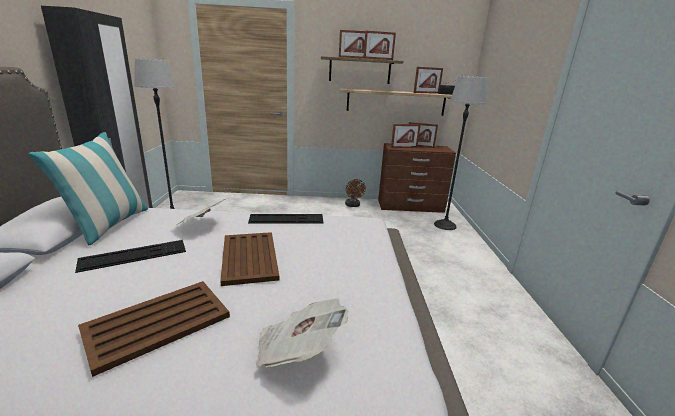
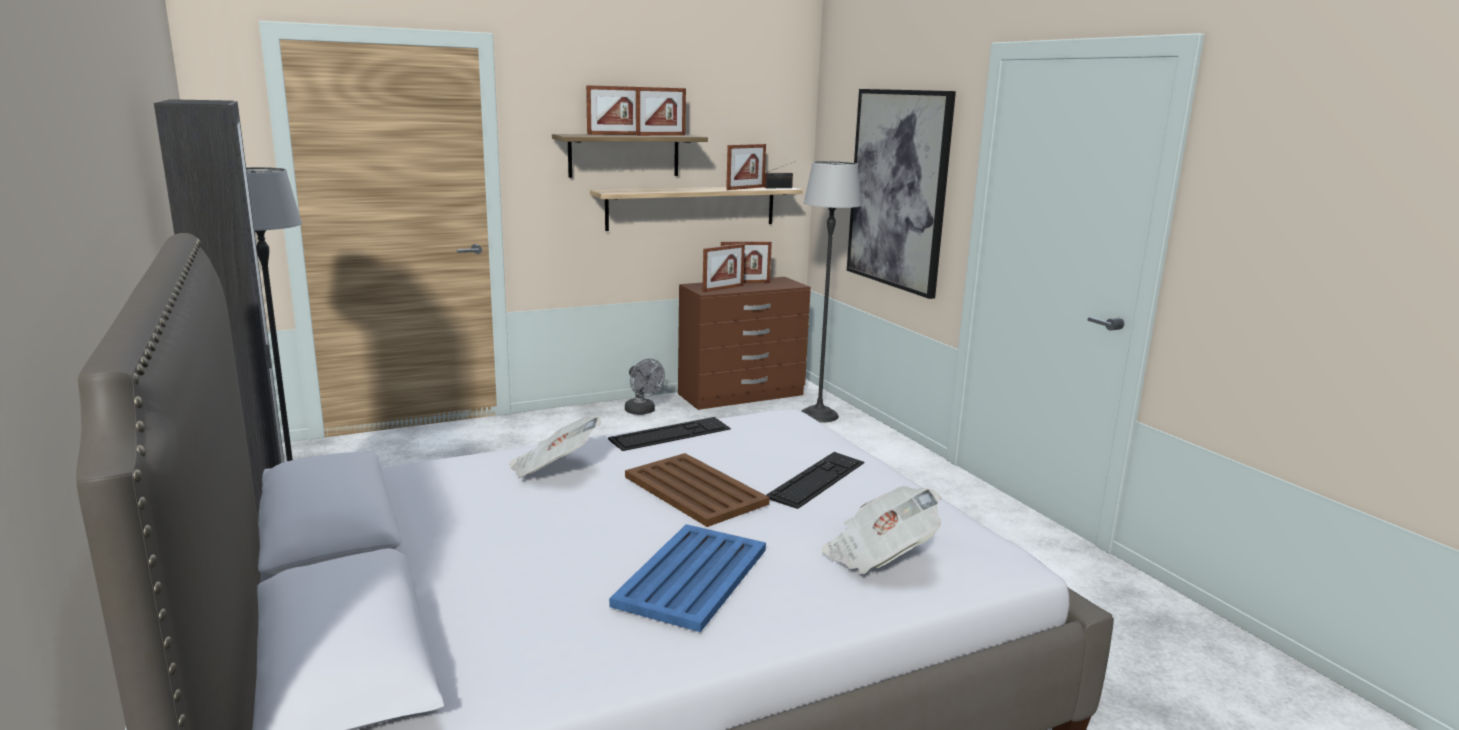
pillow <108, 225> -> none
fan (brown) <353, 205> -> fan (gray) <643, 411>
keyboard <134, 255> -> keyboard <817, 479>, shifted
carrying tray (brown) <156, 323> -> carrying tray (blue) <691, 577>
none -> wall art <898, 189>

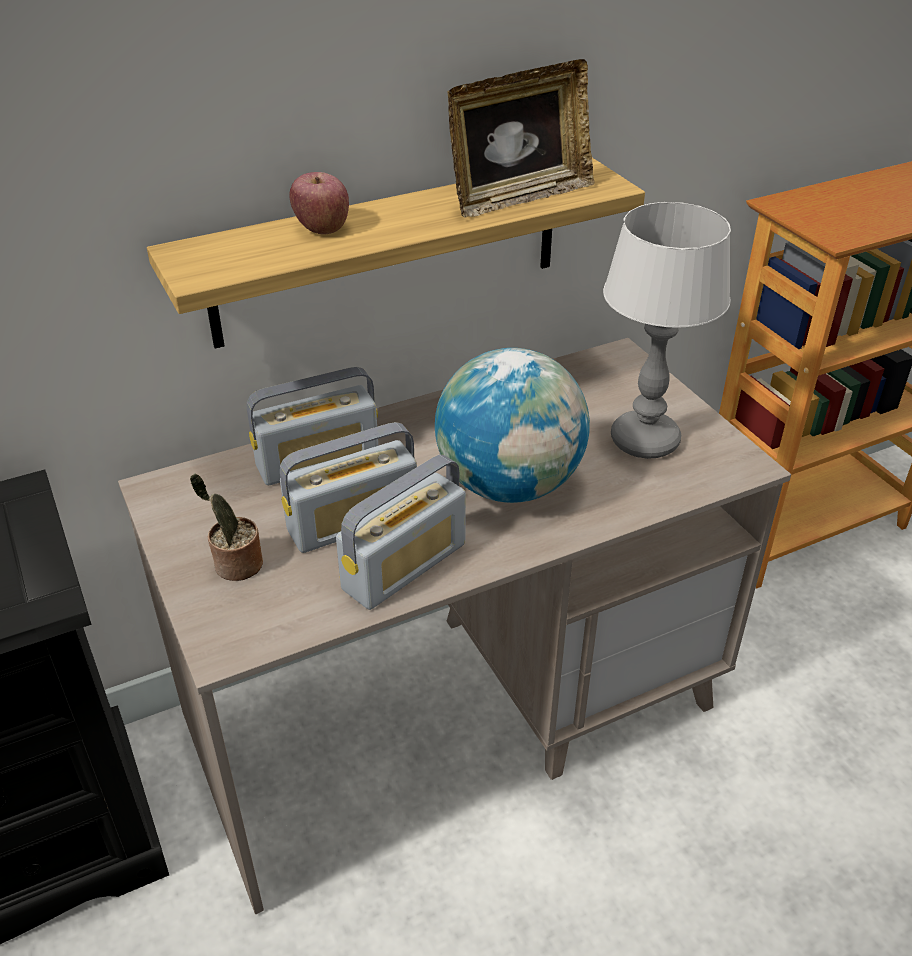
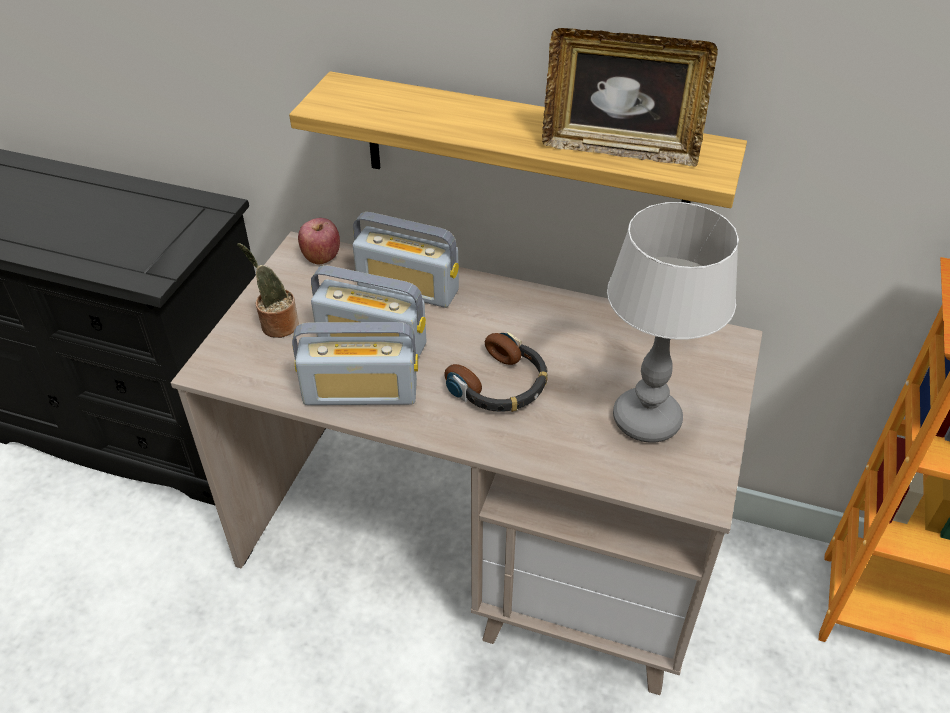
apple <322, 228> -> apple <321, 256>, shifted
world globe <509, 485> -> pair of headphones <500, 385>

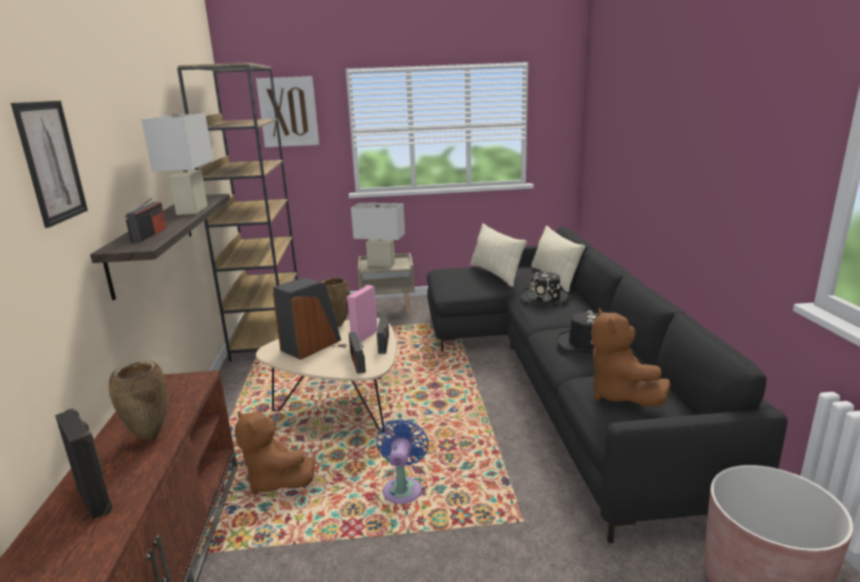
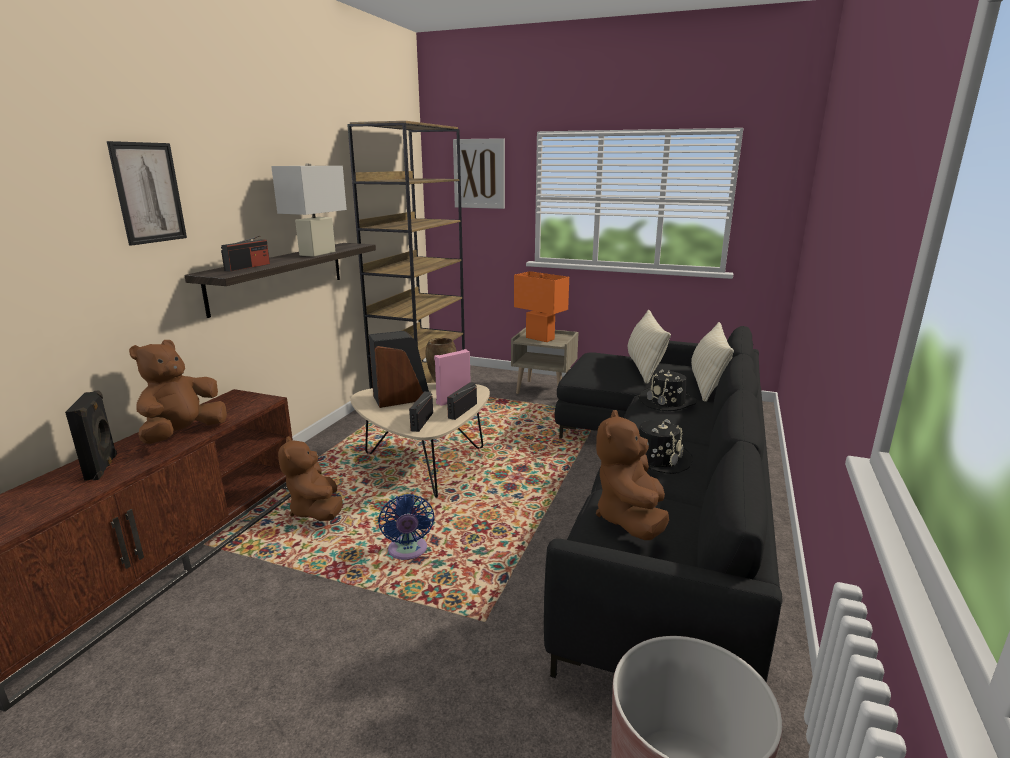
lamp for a table (whitish) <381, 264> -> lamp for a table (orange) <540, 338>
flower vase (brown) <150, 436> -> cuddly toy (brown) <183, 434>
fan (blue) <403, 488> -> fan (blue) <408, 552>, 135 degrees clockwise

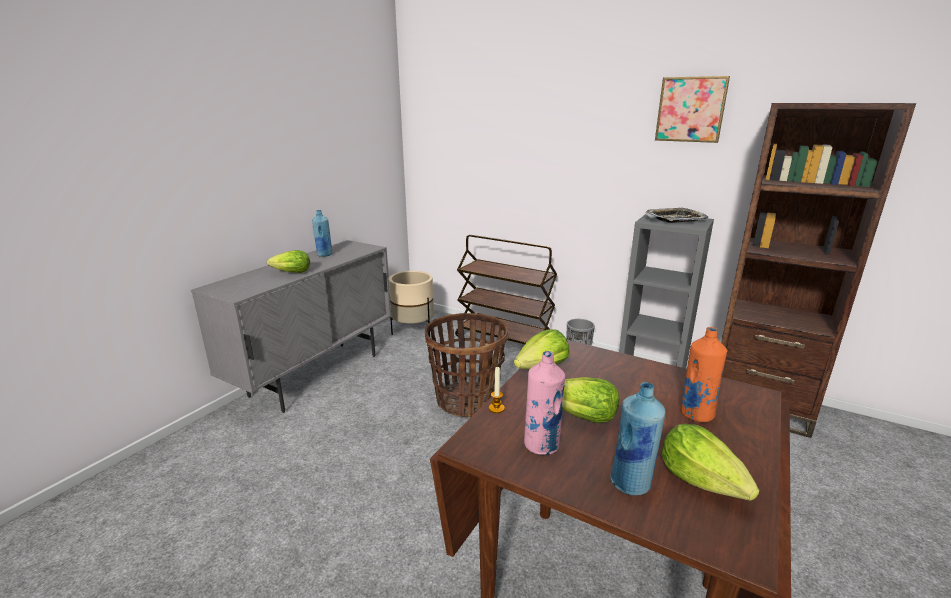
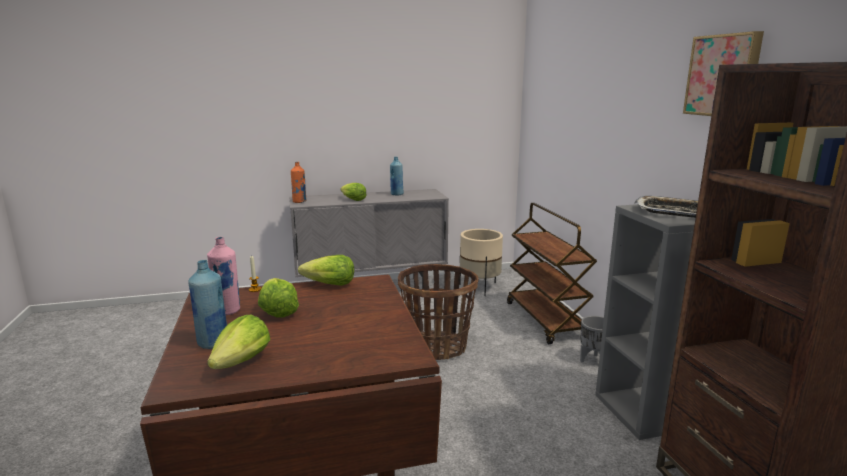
bottle (orange) <696, 414> -> bottle (orange) <299, 201>, shifted

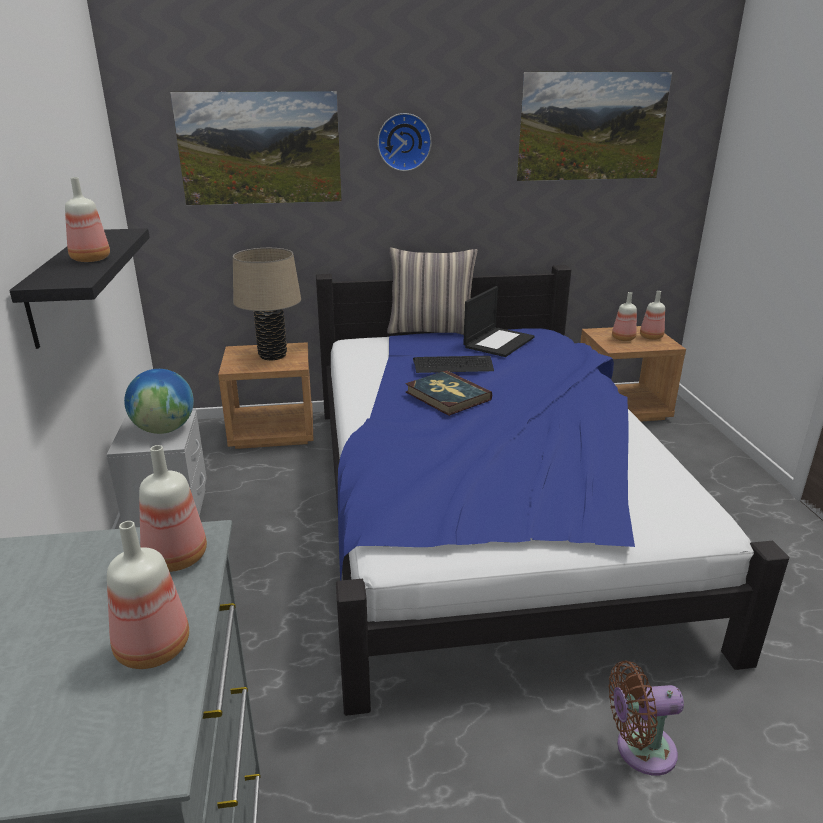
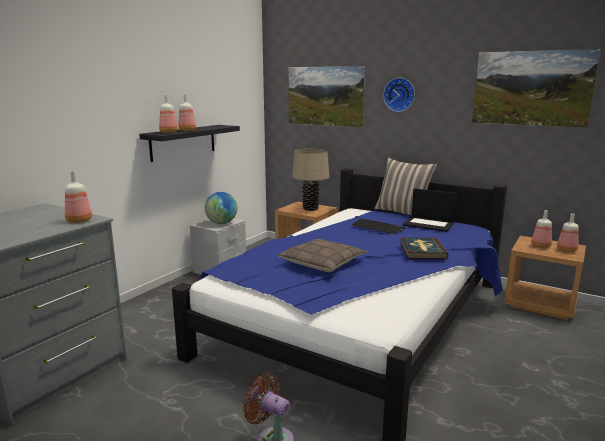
notebook computer <498, 342> -> notebook computer <429, 224>, 45 degrees clockwise
book <447, 396> -> book <422, 251>, shifted
bottle <154, 650> -> bottle <168, 132>, shifted
none -> pillow <323, 263>

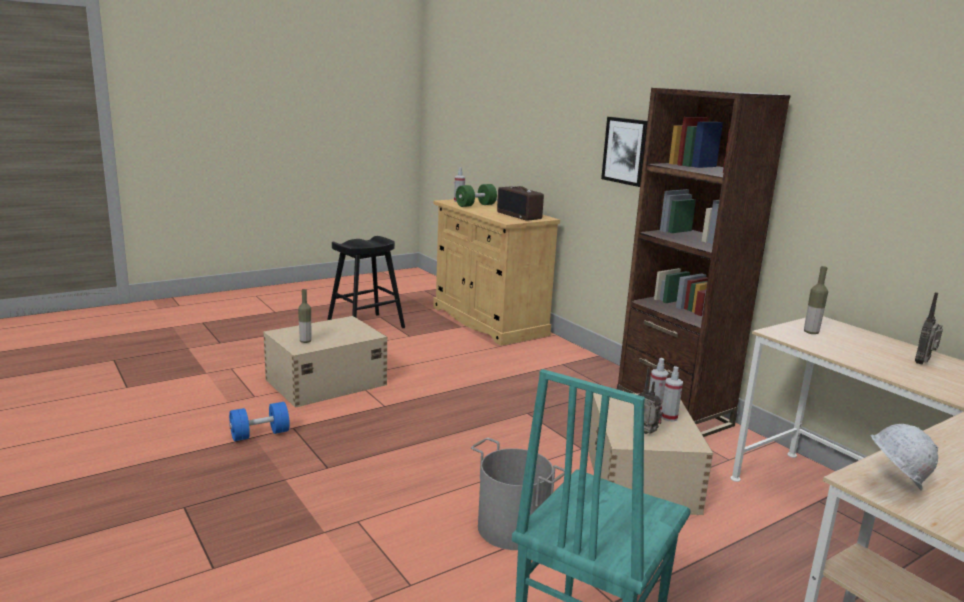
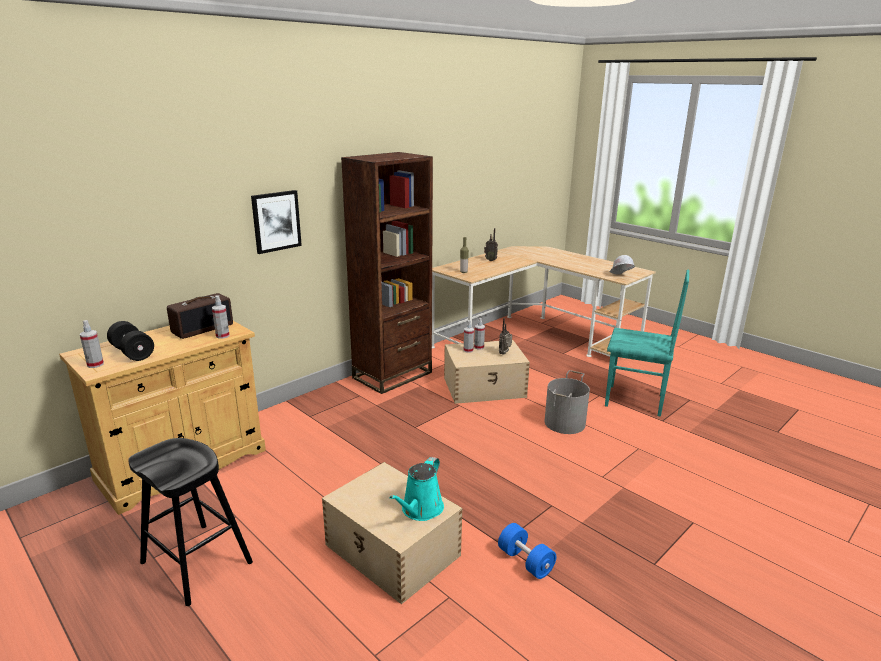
free weight (green-coloured) <475, 205> -> free weight (blackish) <132, 353>
bottle <305, 341> -> watering can (turquoise) <420, 510>
none -> spray bottle <222, 336>

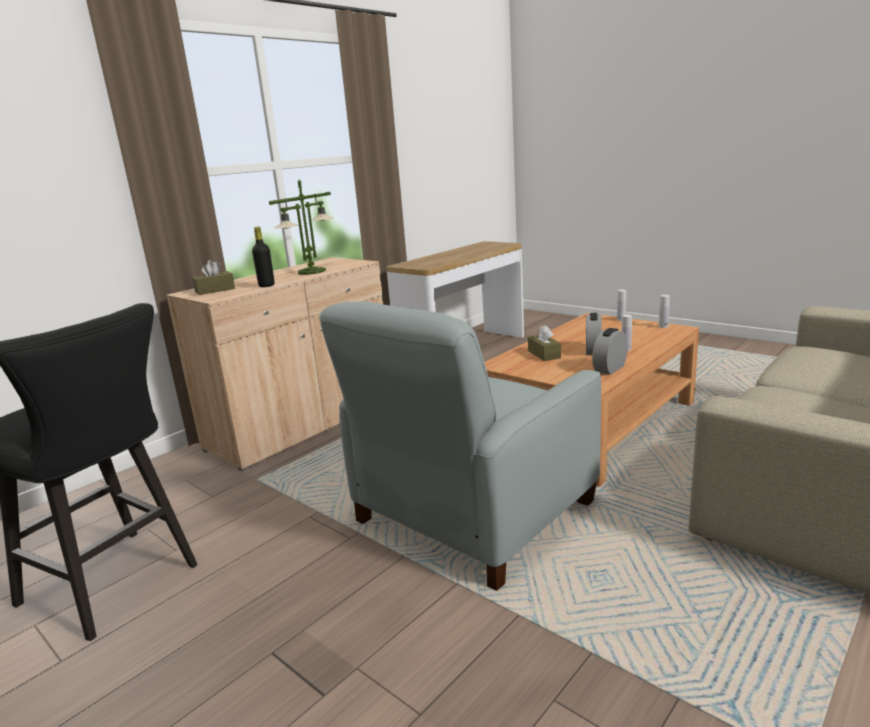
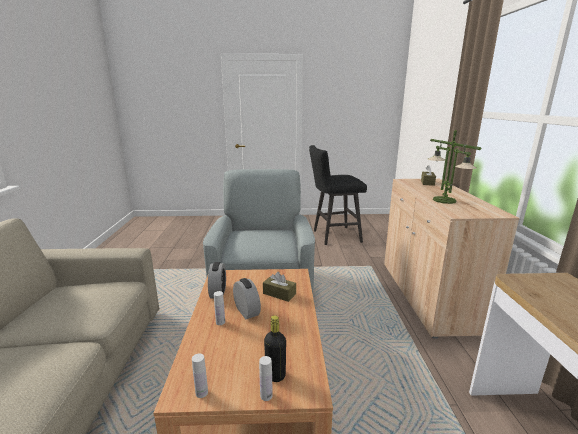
bottle (blackish) <266, 285> -> bottle (blackish) <275, 375>, shifted

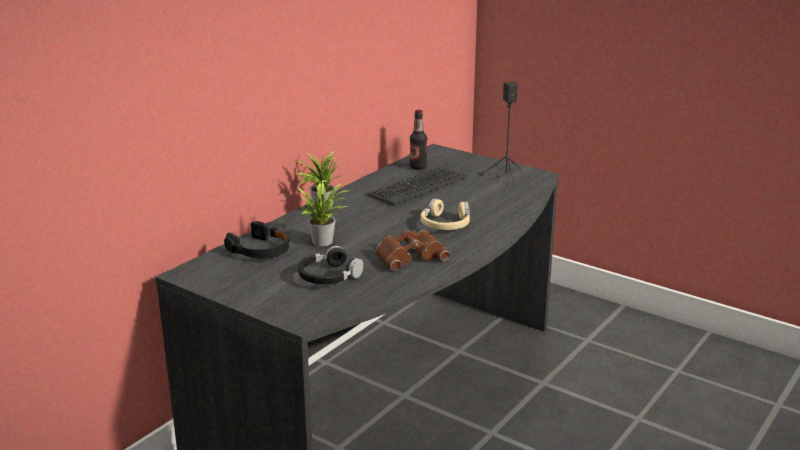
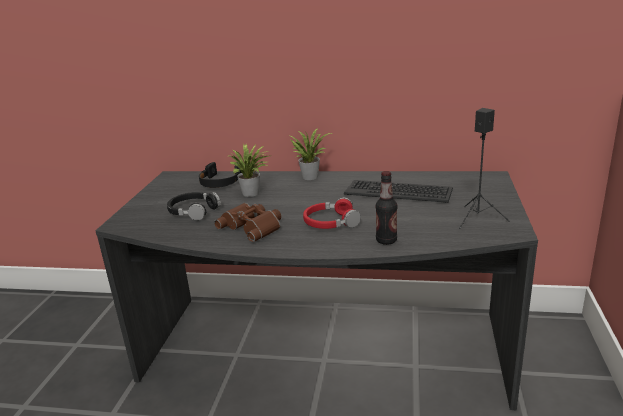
bottle <418, 167> -> bottle <386, 240>, shifted
pair of headphones (sand-coloured) <445, 224> -> pair of headphones (red) <330, 222>

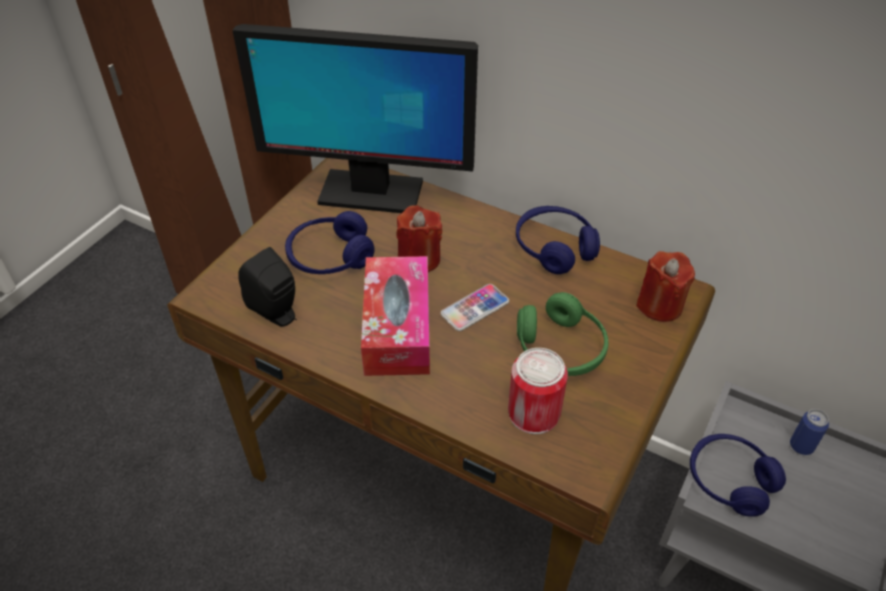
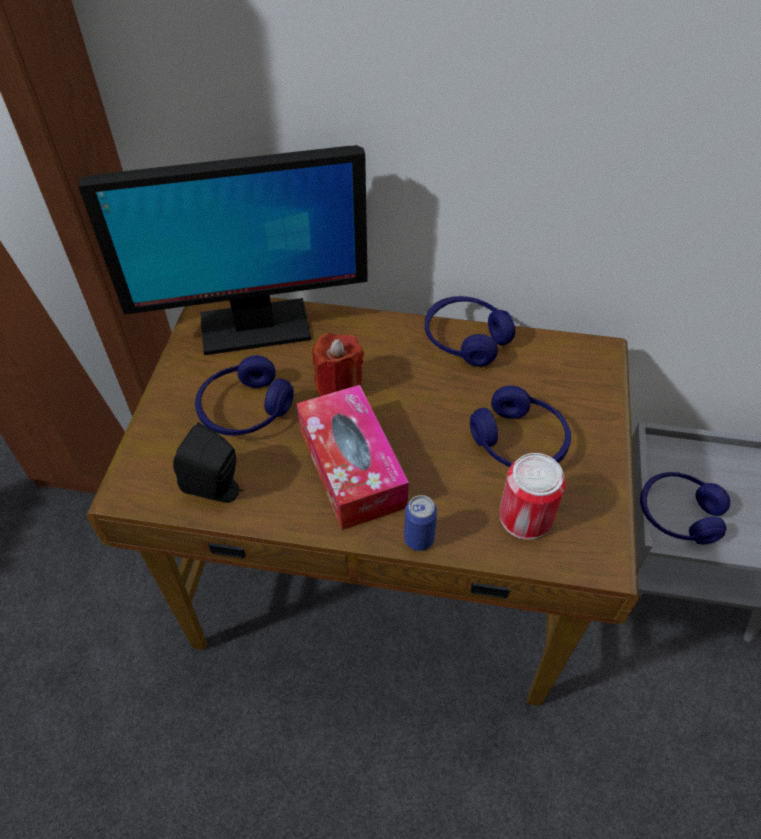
wax candle (red) <660, 305> -> none
phone <475, 308> -> none
pair of headphones (green-coloured) <560, 348> -> pair of headphones (blue) <519, 442>
can <801, 446> -> can <419, 539>, shifted

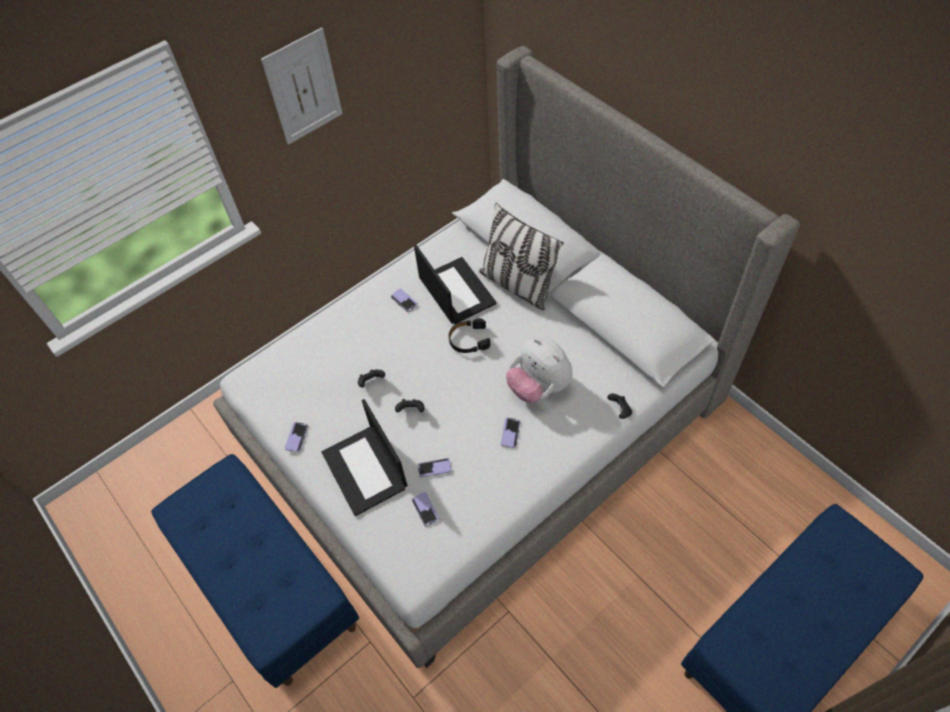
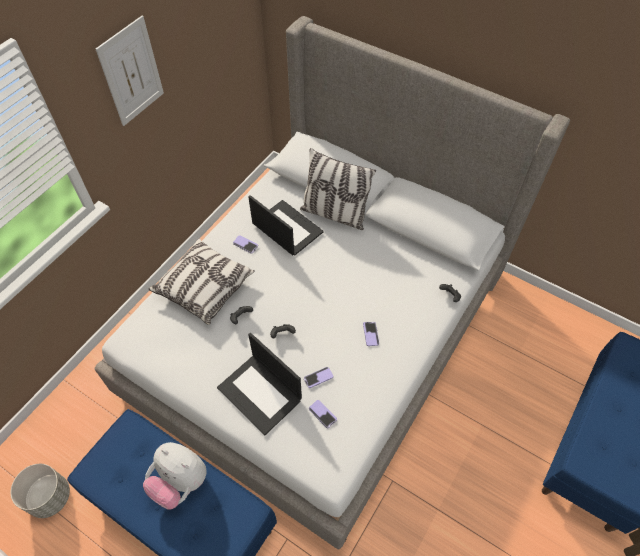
pair of headphones (blackish) <468, 340> -> none
cuddly toy <539, 387> -> cuddly toy <180, 482>, shifted
phone <296, 437> -> none
none -> pillow <205, 287>
none -> plant pot (gray) <49, 497>

